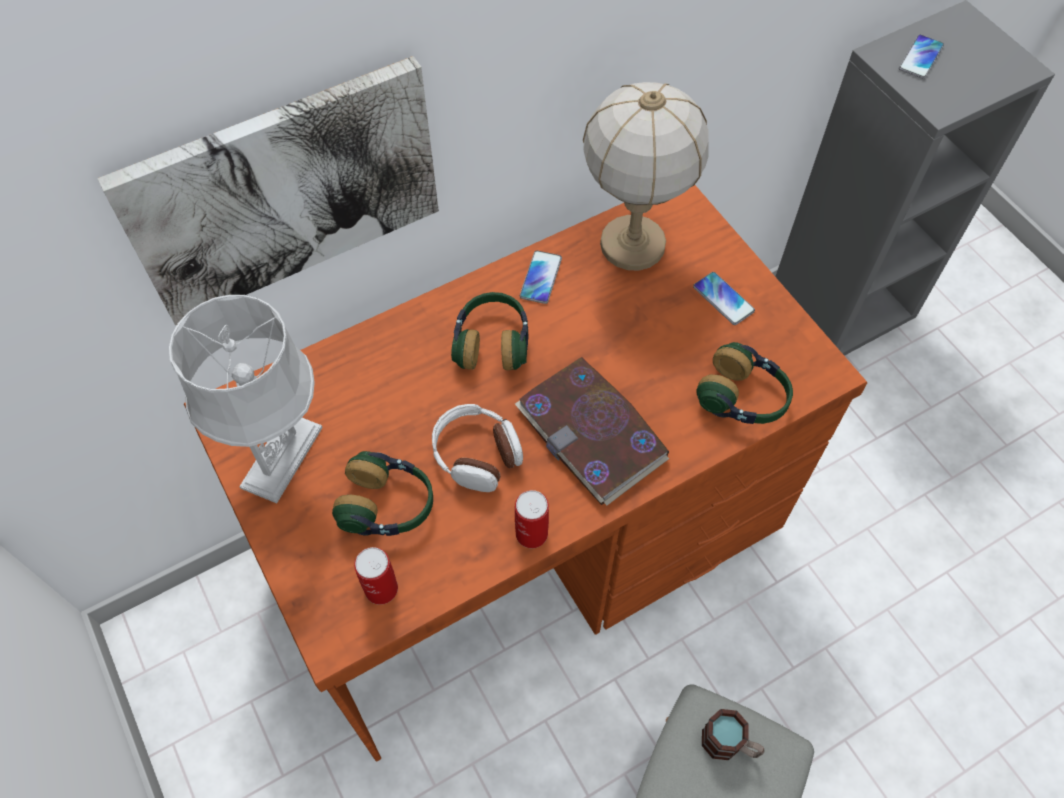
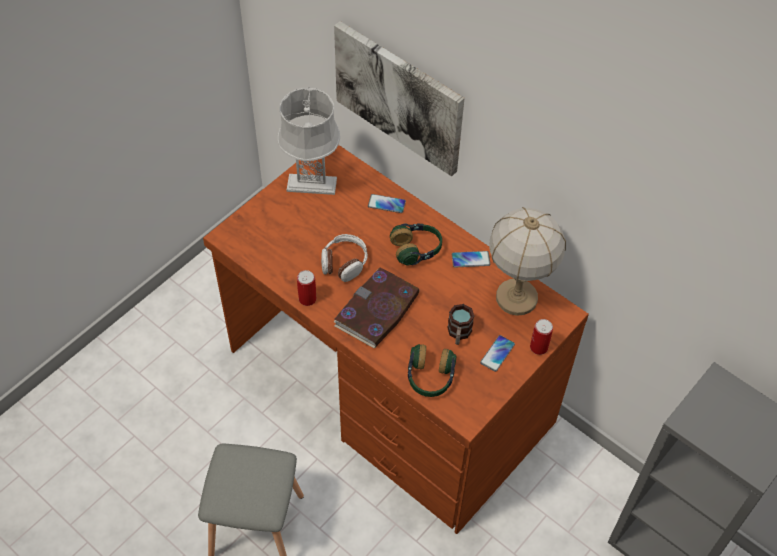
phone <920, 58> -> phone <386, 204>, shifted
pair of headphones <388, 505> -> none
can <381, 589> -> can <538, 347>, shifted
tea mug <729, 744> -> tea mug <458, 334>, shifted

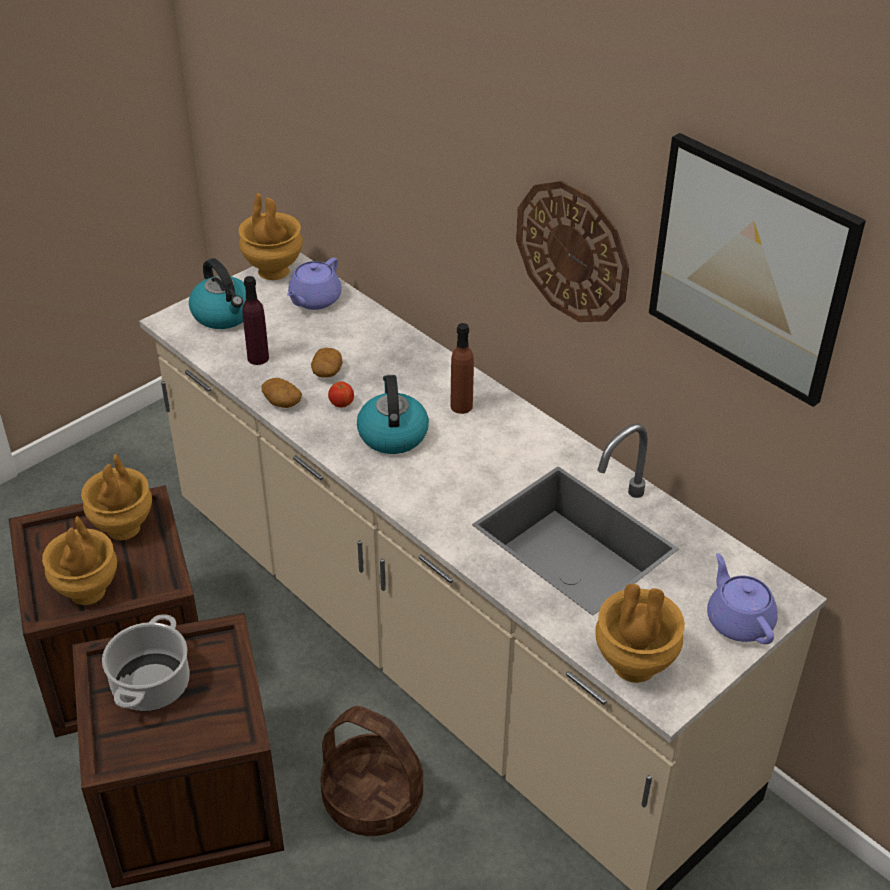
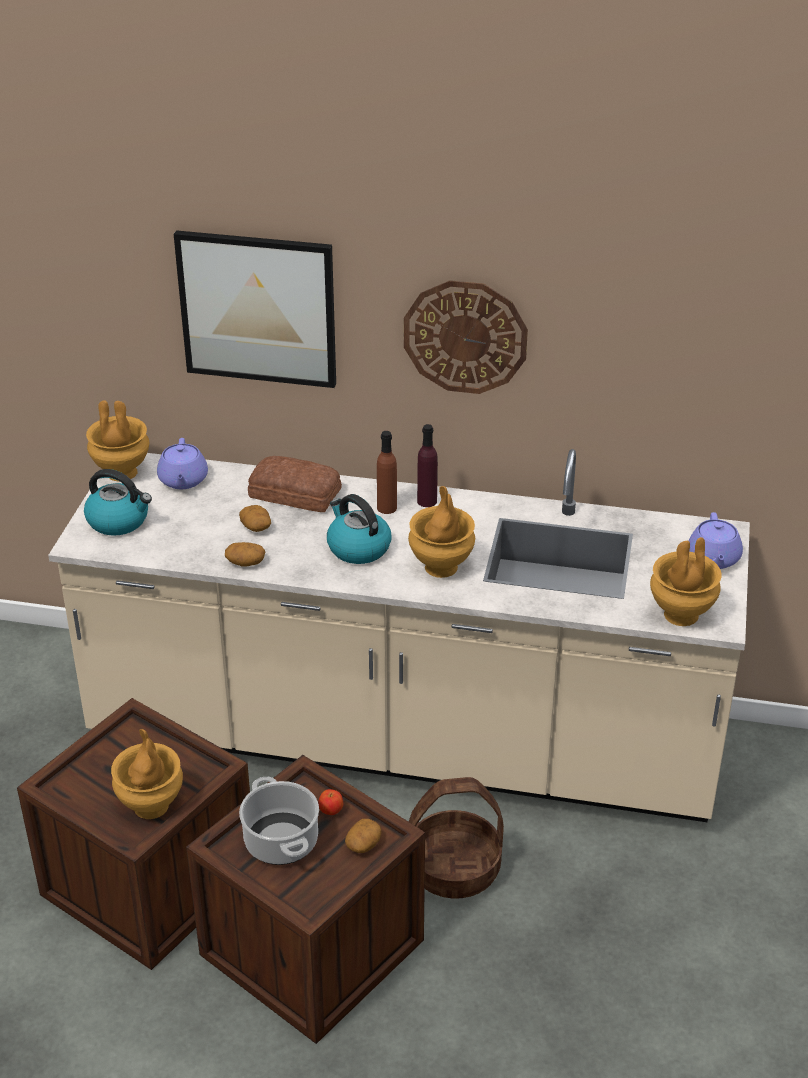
wall art <750, 268> -> wall art <258, 308>, shifted
bottle (purple) <258, 358> -> bottle (purple) <427, 501>, shifted
apple <341, 404> -> apple <331, 811>, shifted
flower vase (brown) <123, 529> -> flower vase (brown) <442, 567>, shifted
pot for tea (purple) <738, 620> -> pot for tea (purple) <713, 559>, 120 degrees counterclockwise
none -> bakery bread <295, 494>
none -> whole potato <363, 844>

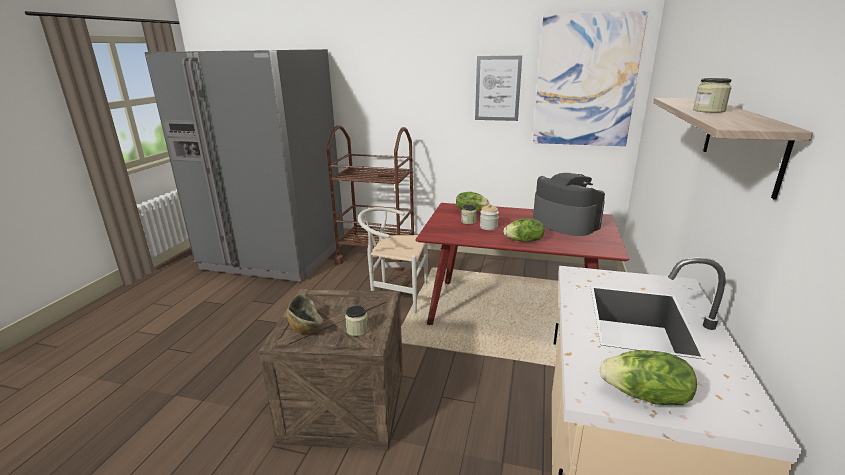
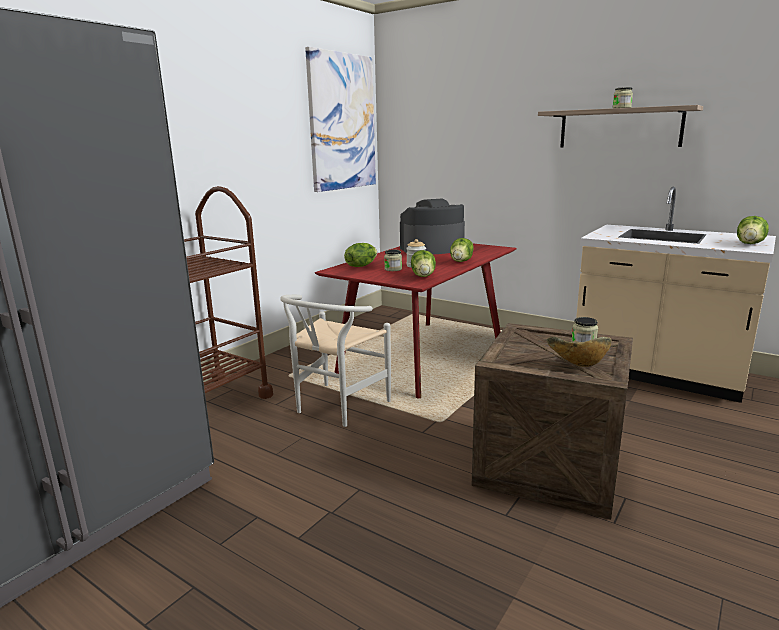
wall art <497, 88> -> none
none -> head of lettuce <424, 276>

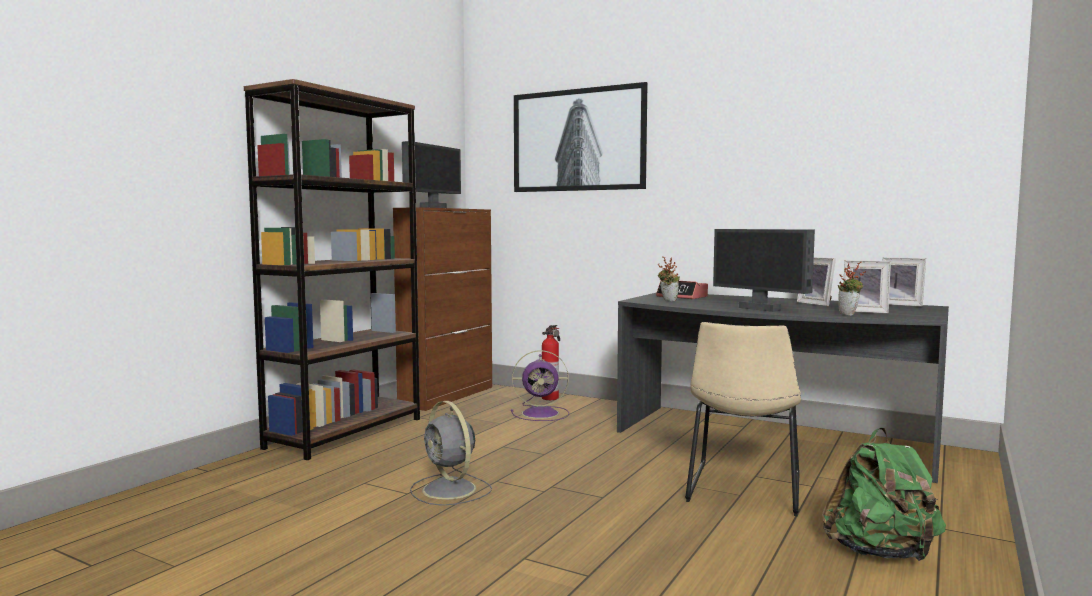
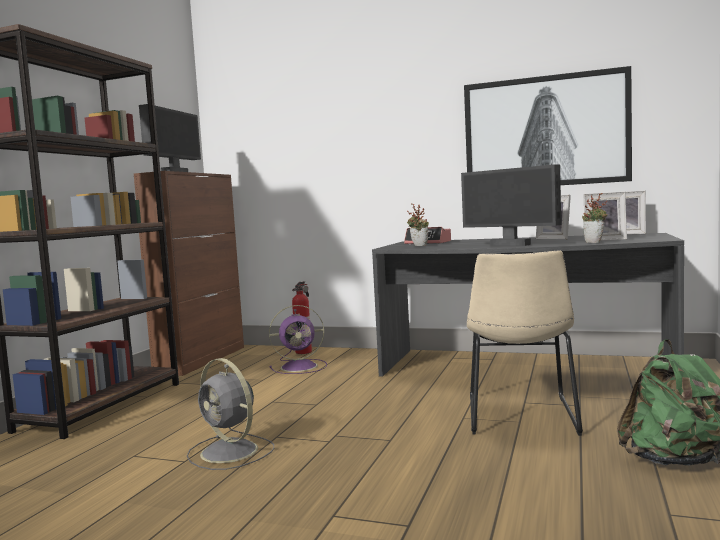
wall art <578, 140> -> wall art <545, 132>, shifted

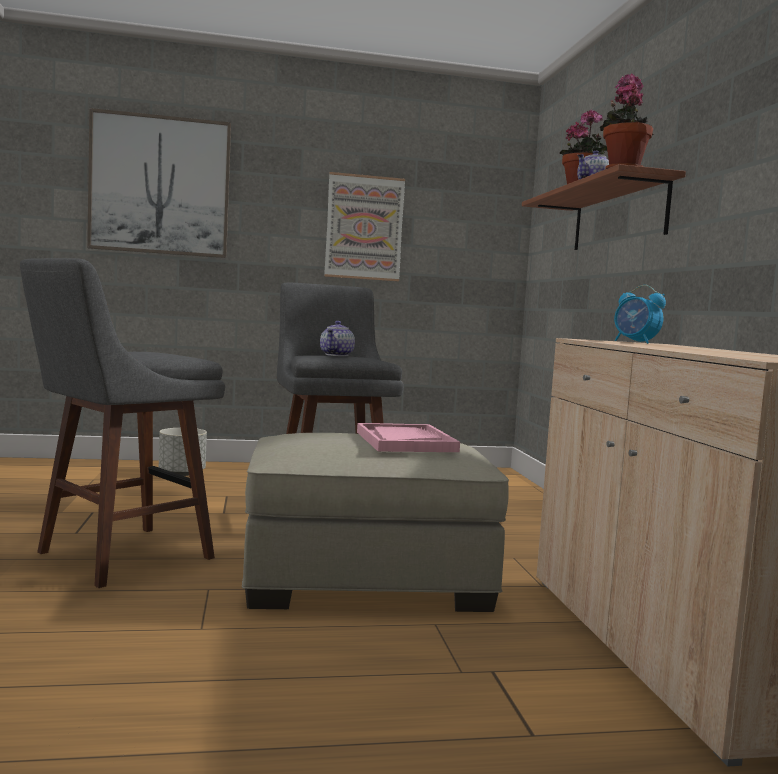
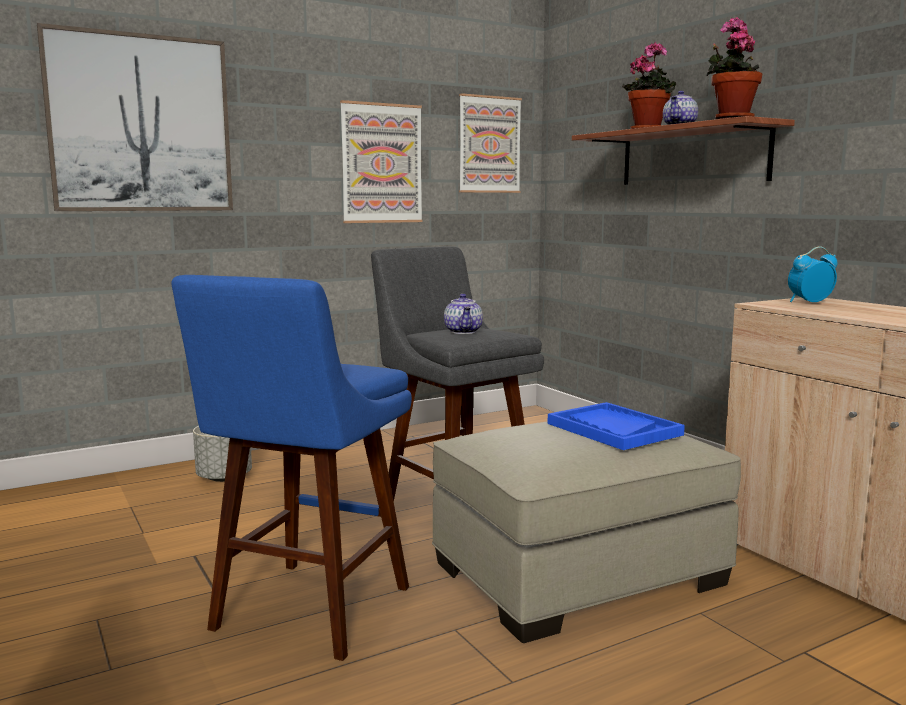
sitting stool (gray) <117, 557> -> sitting stool (blue) <307, 612>
bedside clock <635, 342> -> bedside clock <809, 302>, 135 degrees clockwise
carrying tray (pink) <405, 441> -> carrying tray (blue) <613, 429>
none -> wall art <489, 145>

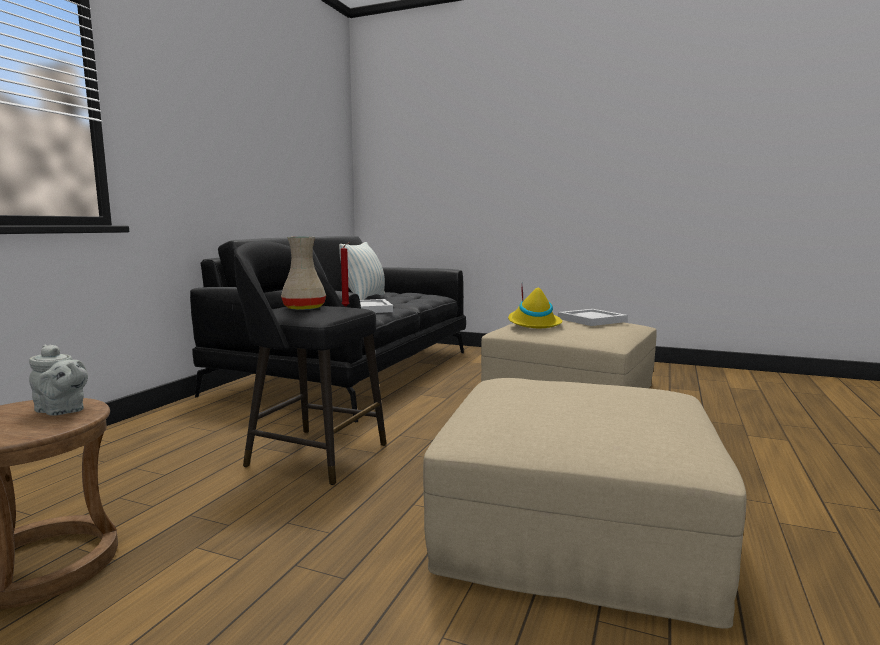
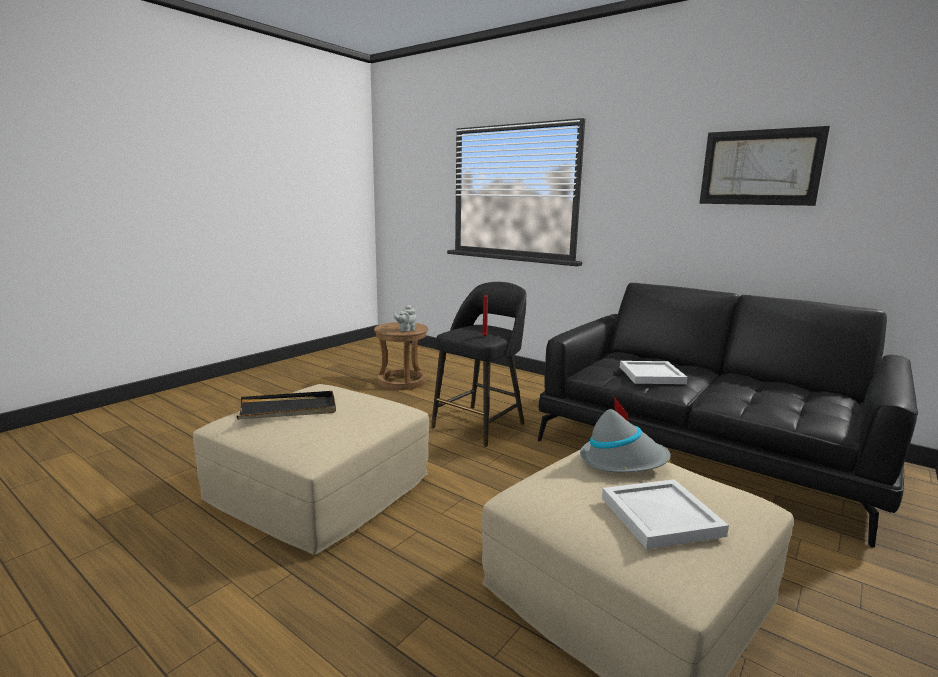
flower vase (sand-coloured) <305, 308> -> none
pillow <364, 297> -> none
clothing hat (yellowish) <533, 323> -> clothing hat (gray) <622, 460>
none -> wall art <759, 167>
none -> carrying tray (blackish) <288, 409>

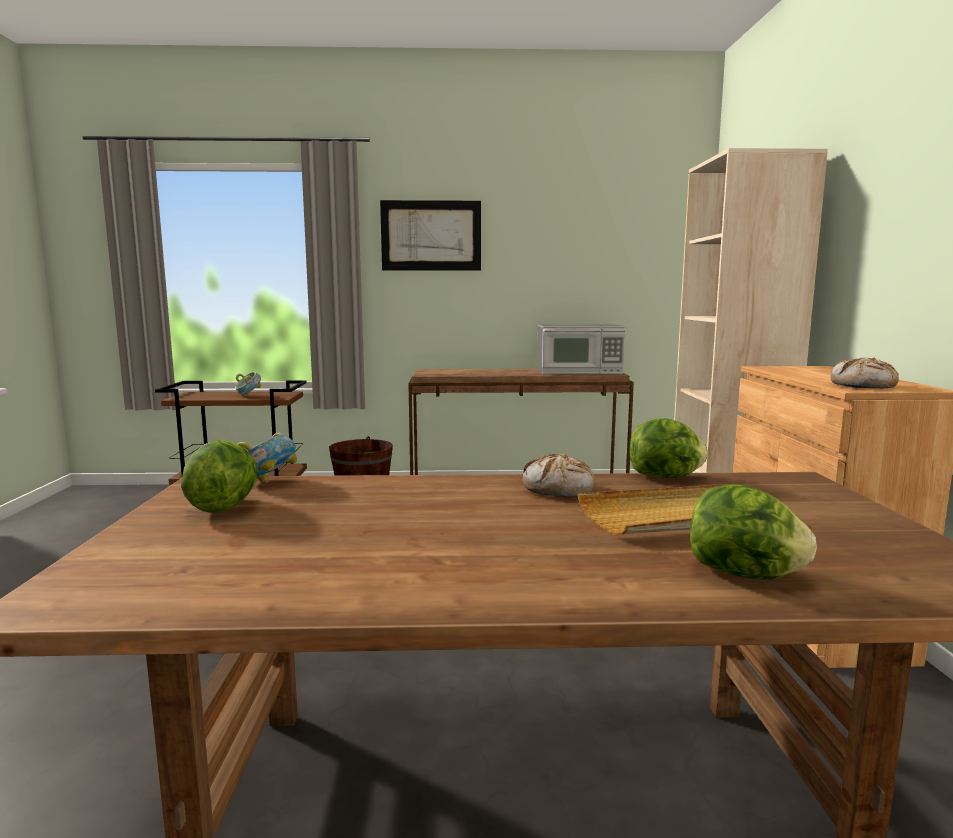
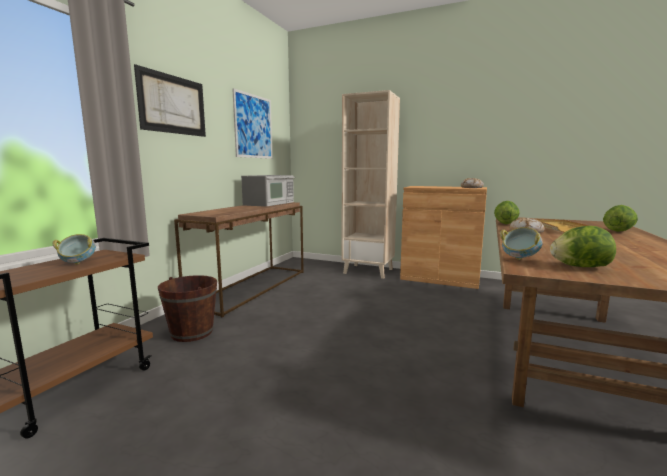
none -> wall art <253, 126>

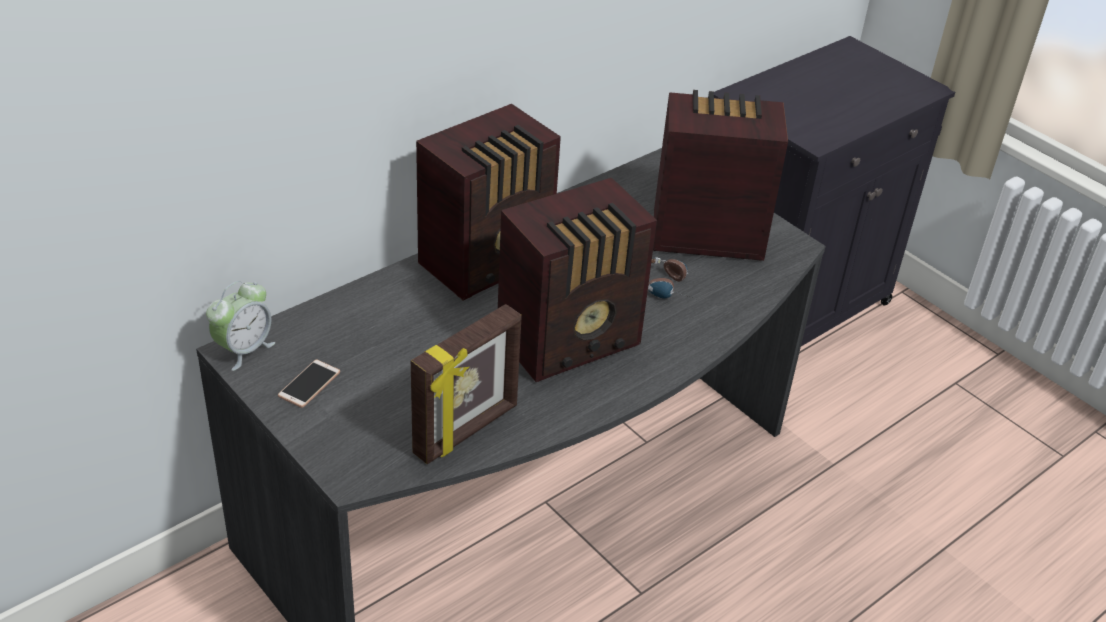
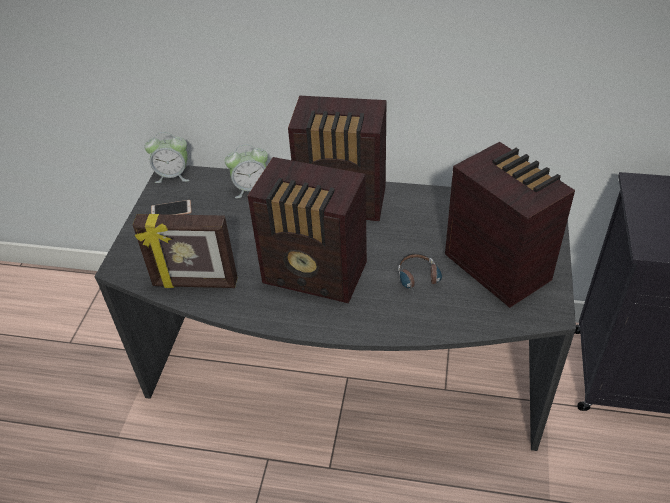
none -> bedside clock <251, 189>

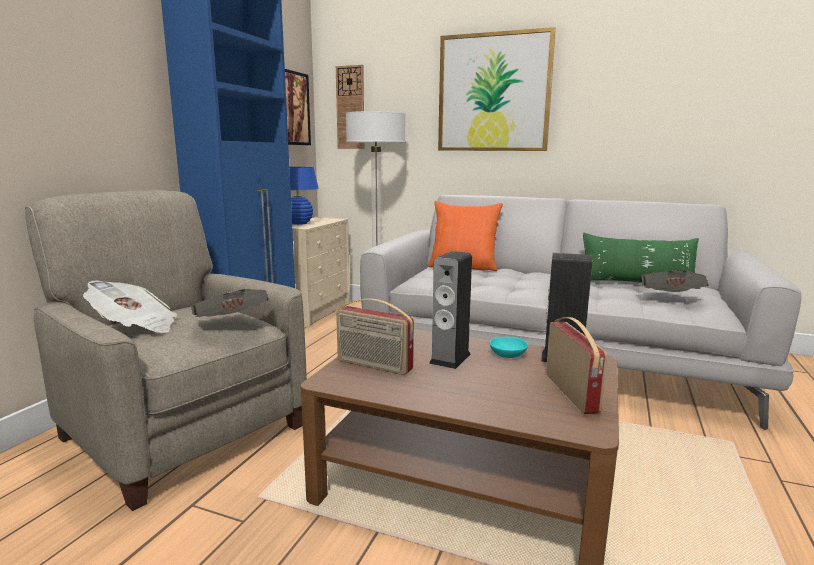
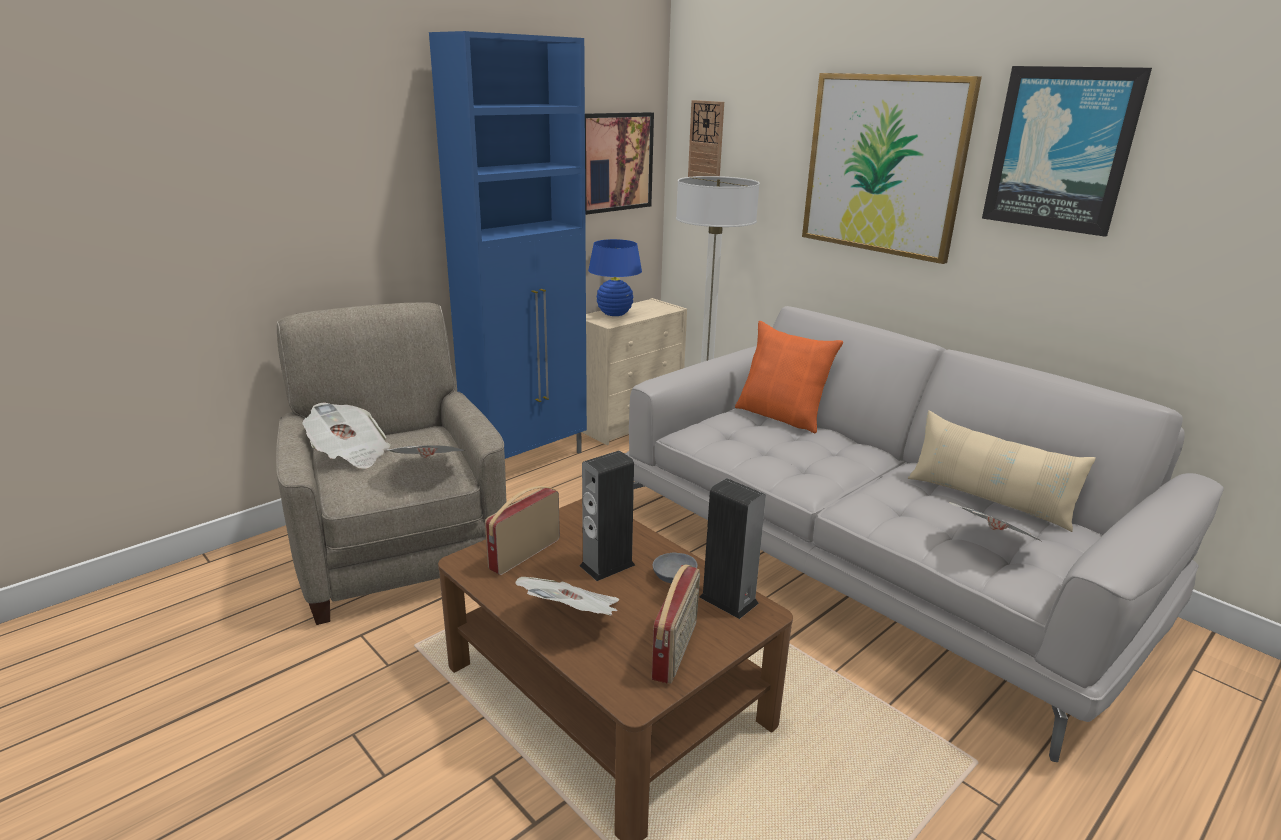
pillow (green-coloured) <636, 283> -> pillow (sand-coloured) <988, 500>
radio set <373, 366> -> radio set <524, 554>, 75 degrees clockwise
serving bowl (turquoise) <507, 354> -> serving bowl (gray) <674, 575>
none -> wall art <1060, 149>
none -> printed paper <572, 618>

